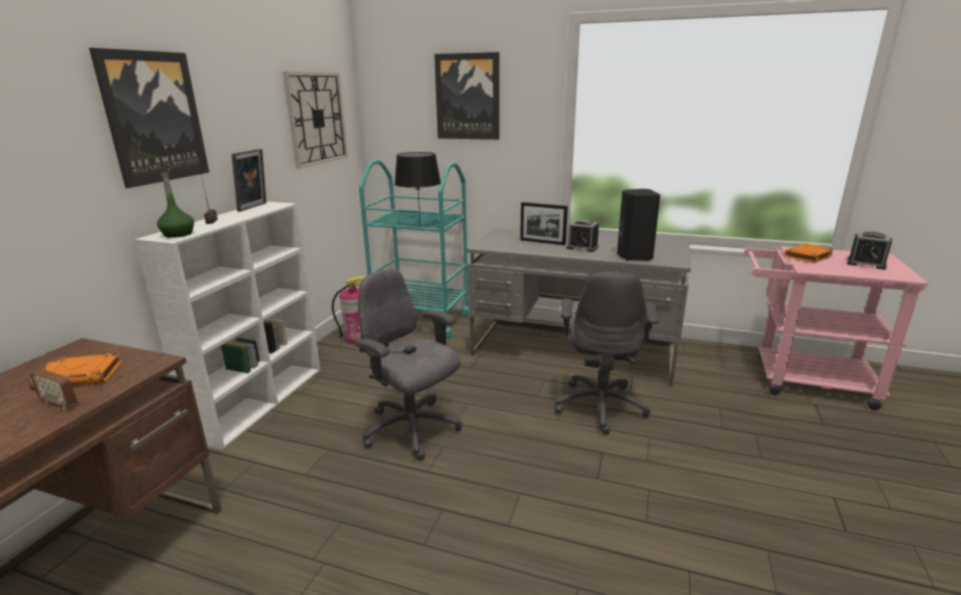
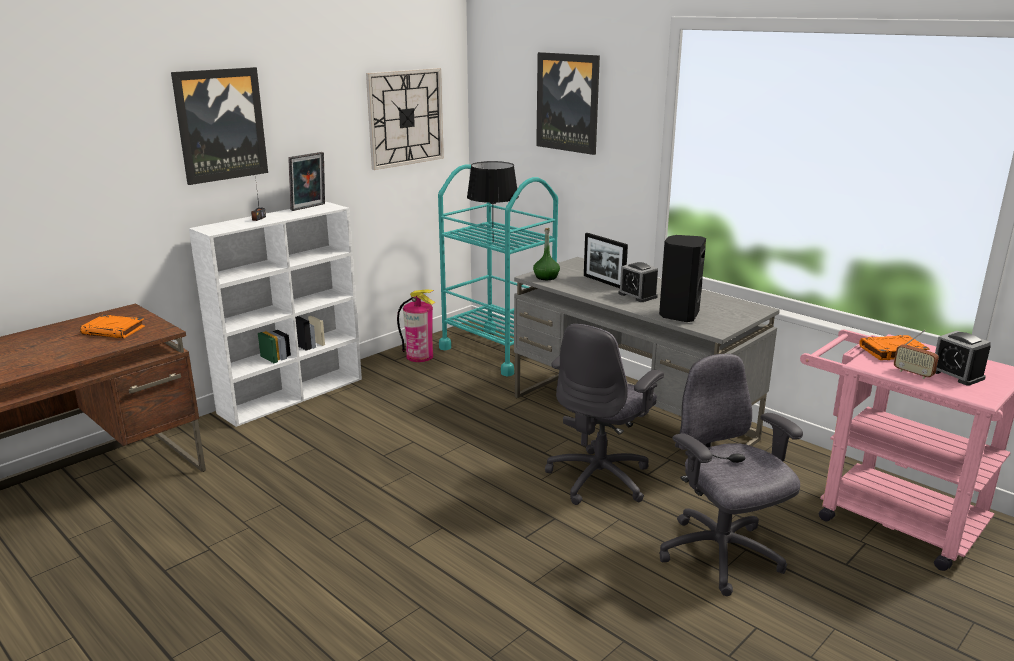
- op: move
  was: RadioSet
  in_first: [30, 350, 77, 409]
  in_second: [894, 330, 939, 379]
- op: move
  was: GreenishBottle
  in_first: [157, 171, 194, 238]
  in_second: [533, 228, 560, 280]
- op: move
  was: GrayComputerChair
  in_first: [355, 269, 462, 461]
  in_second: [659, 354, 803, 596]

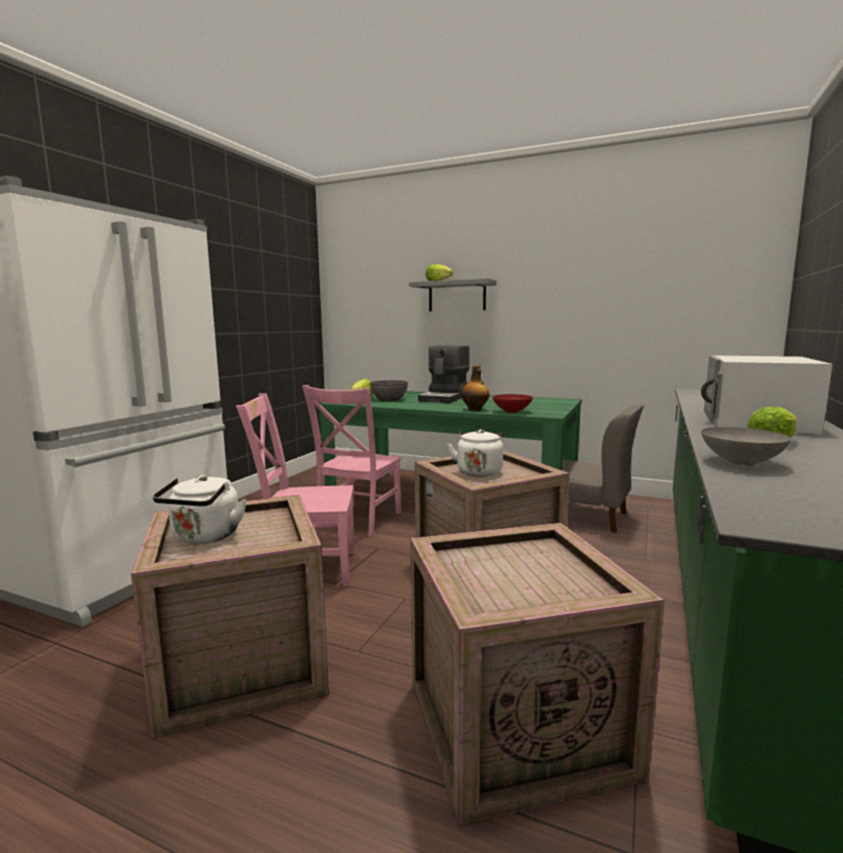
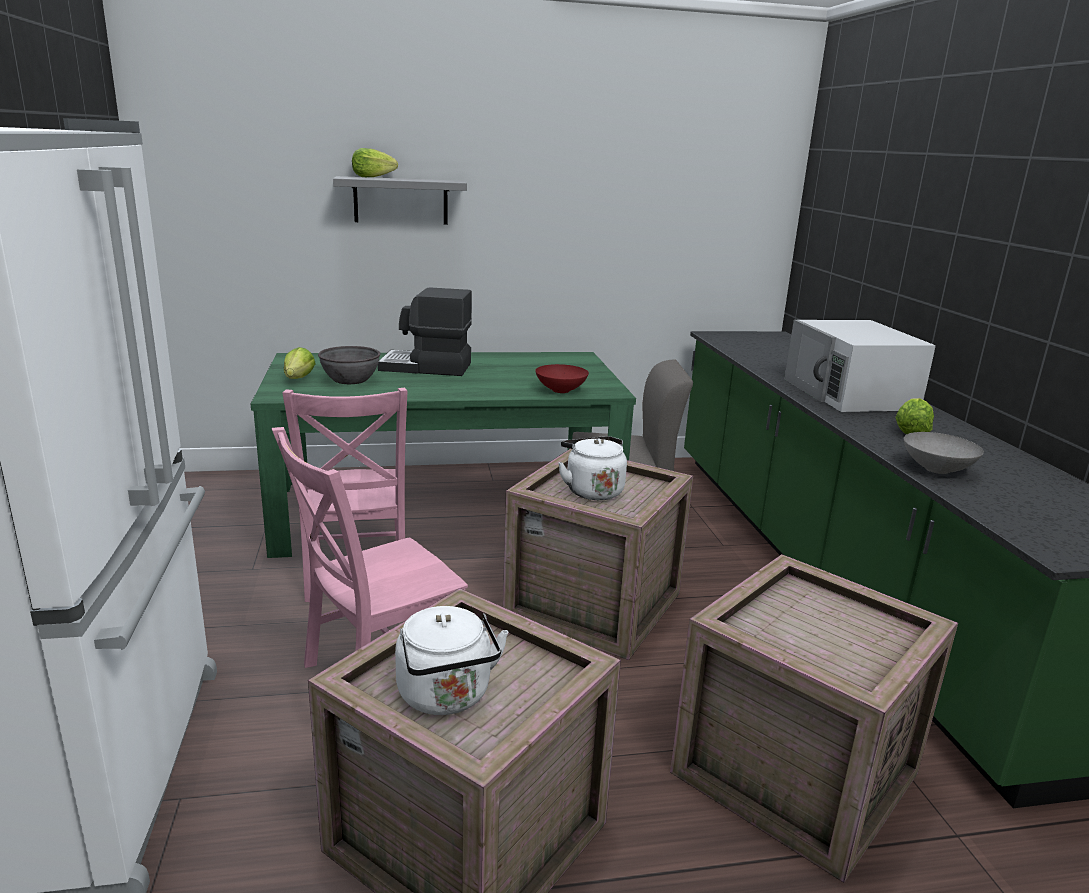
- op: rotate
  was: CoffeeMaker
  in_first: [418, 345, 470, 403]
  in_second: [378, 287, 472, 376]
  clockwise: 105
- op: delete
  was: Bottle
  in_first: [462, 365, 489, 411]

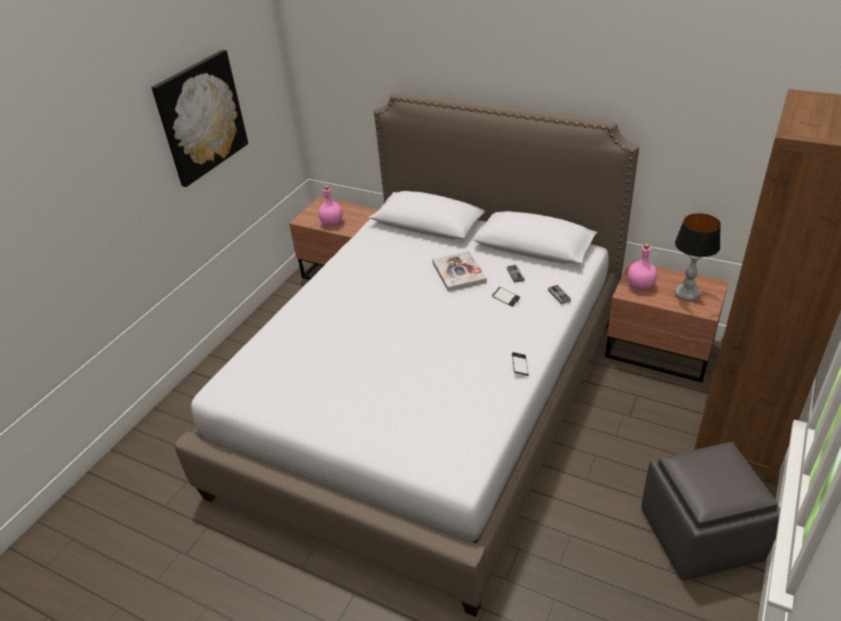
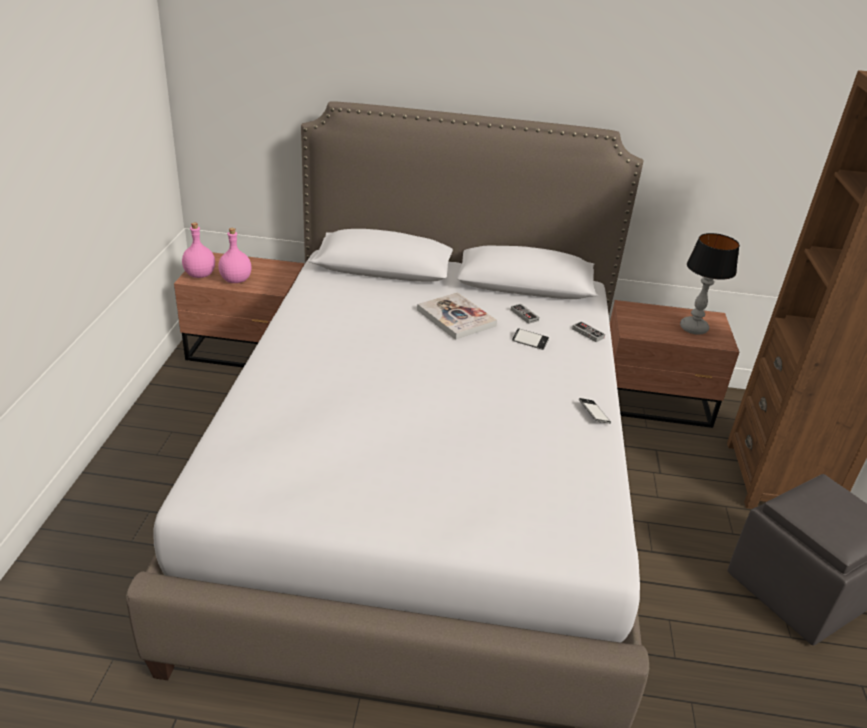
- op: delete
  was: WallPicture
  in_first: [151, 50, 248, 187]
- op: move
  was: PinkishBottle
  in_first: [627, 243, 657, 290]
  in_second: [182, 223, 215, 278]

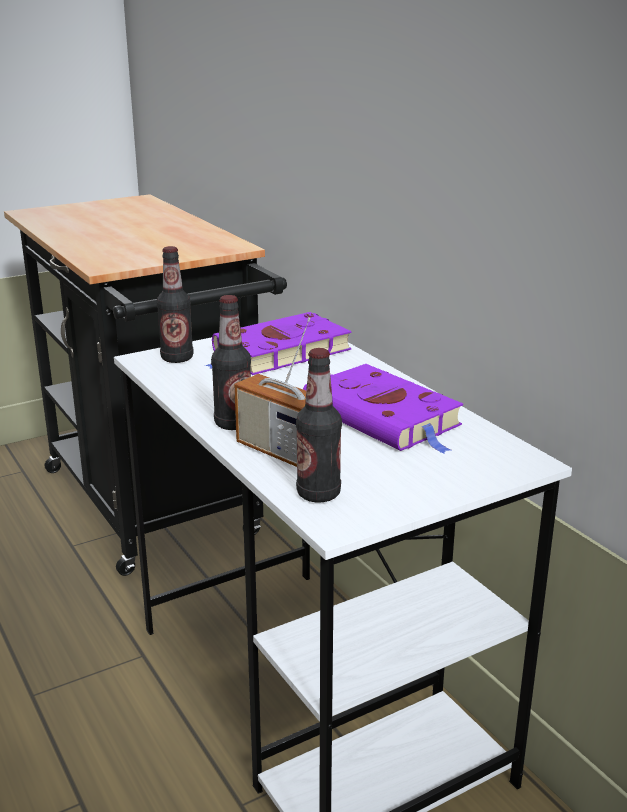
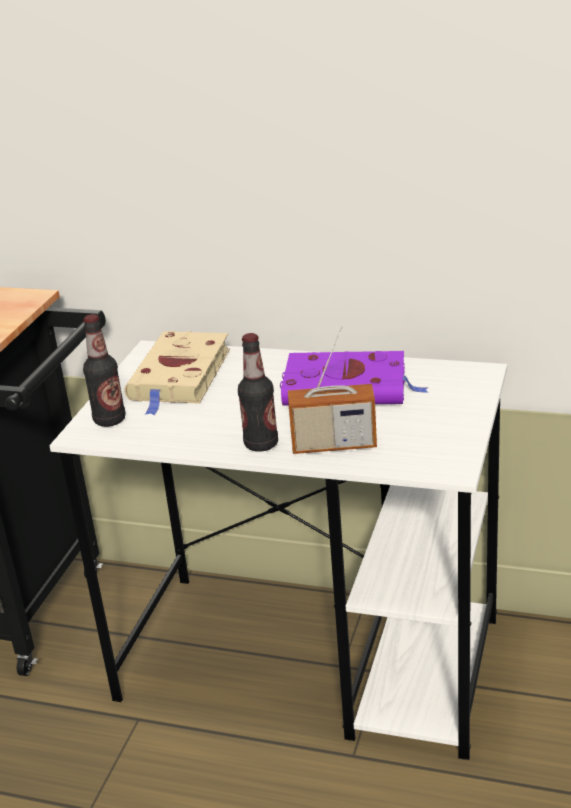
- op: recolor
  was: PurpleBoundBook
  now: BeigeBoundBook
  in_first: [205, 312, 352, 375]
  in_second: [124, 331, 230, 415]
- op: delete
  was: Bottle
  in_first: [296, 348, 342, 503]

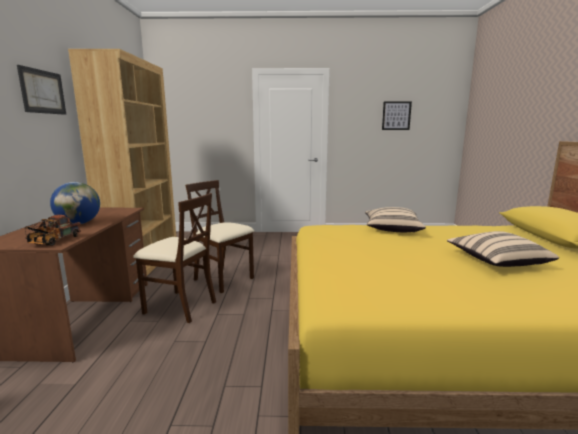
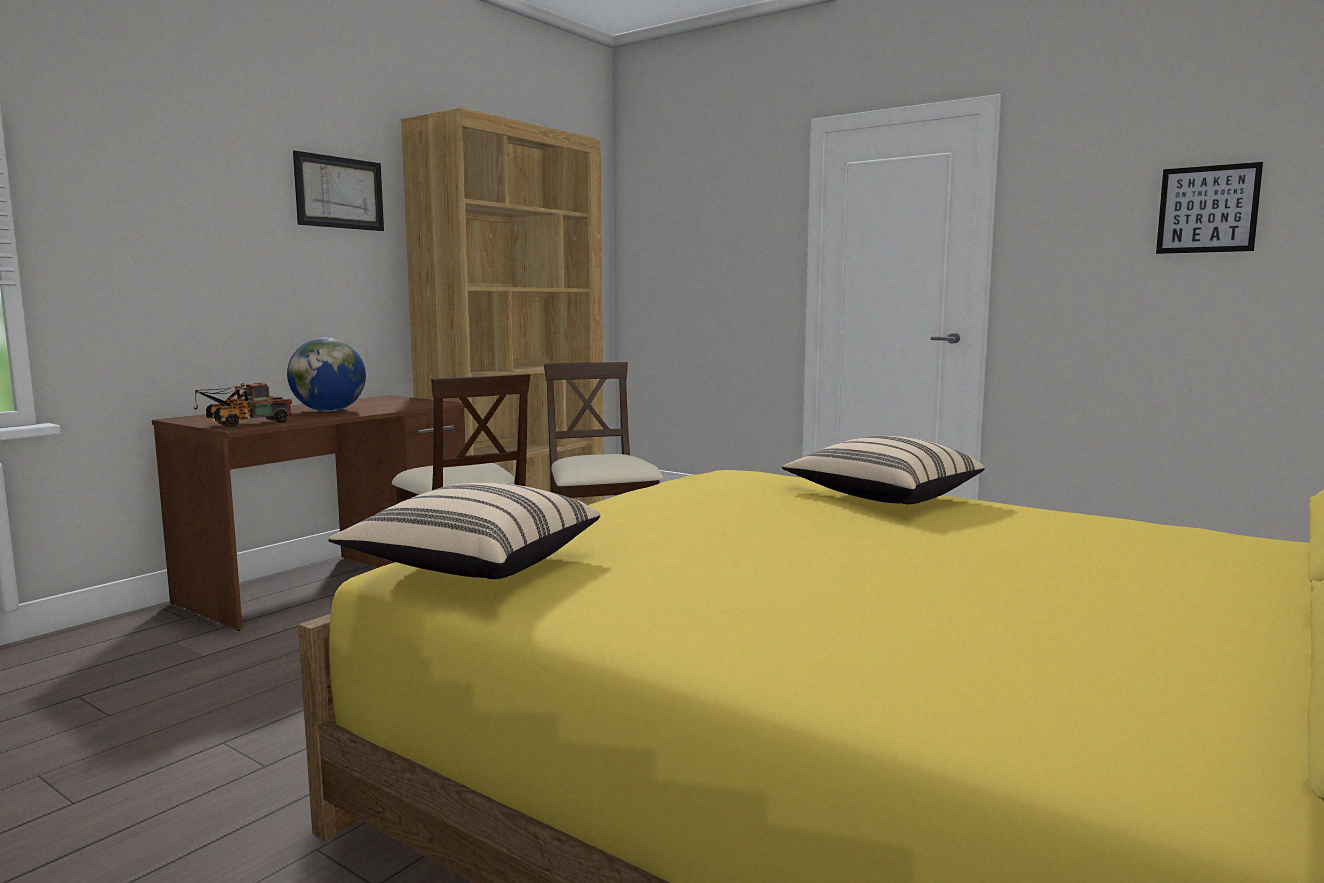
- op: move
  was: BeigeCushion
  in_first: [447, 231, 559, 267]
  in_second: [328, 483, 600, 579]

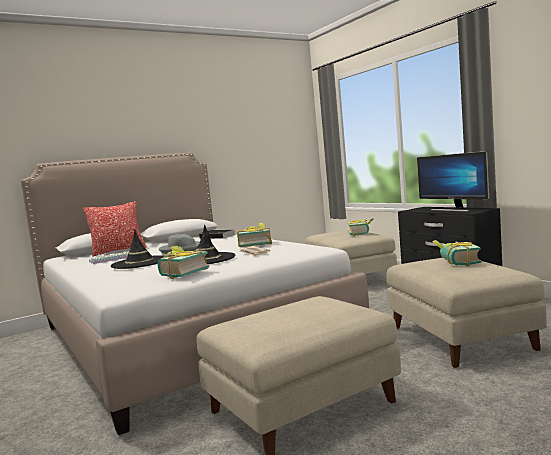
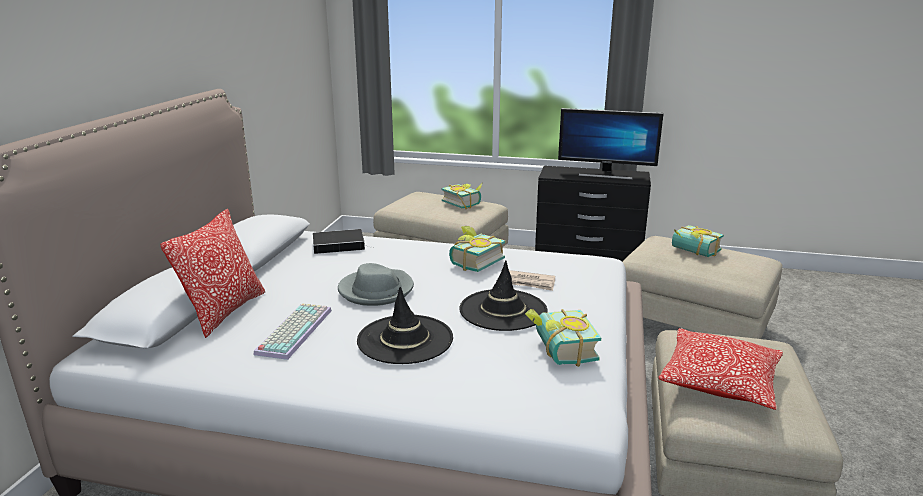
- op: insert
  now: Cushion
  in_second: [658, 328, 783, 410]

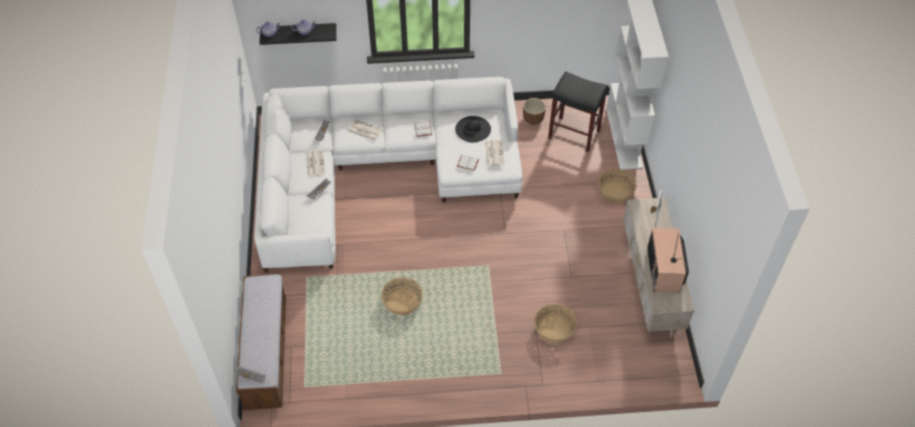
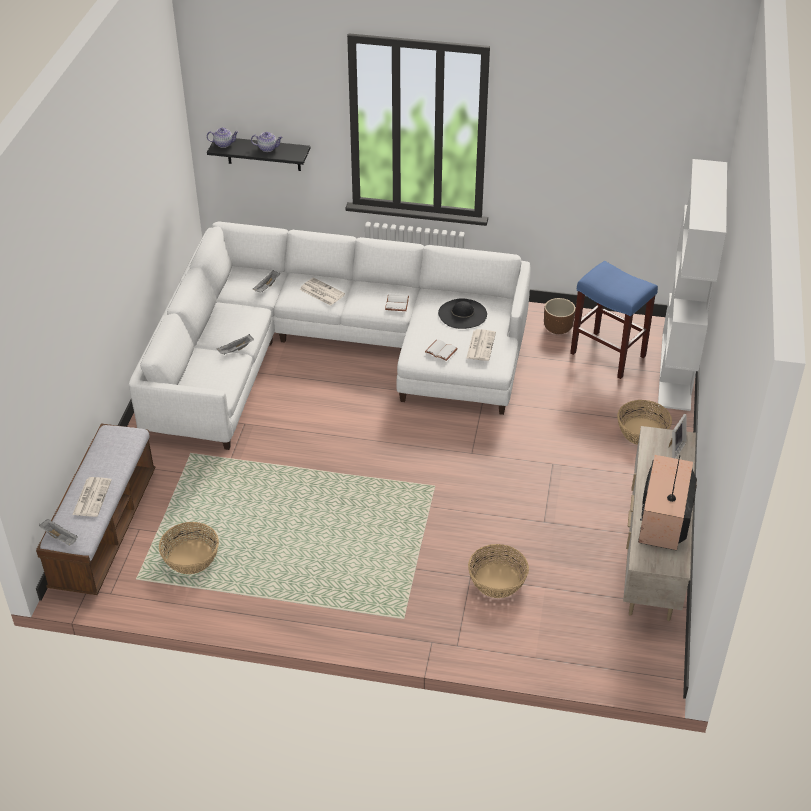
- op: move
  was: PrintedPaper
  in_first: [306, 149, 325, 177]
  in_second: [72, 477, 112, 517]
- op: move
  was: StorageBasket
  in_first: [381, 277, 423, 315]
  in_second: [159, 522, 219, 574]
- op: recolor
  was: BlackColouredStool
  now: BlueColouredStool
  in_first: [548, 71, 609, 153]
  in_second: [570, 261, 658, 379]

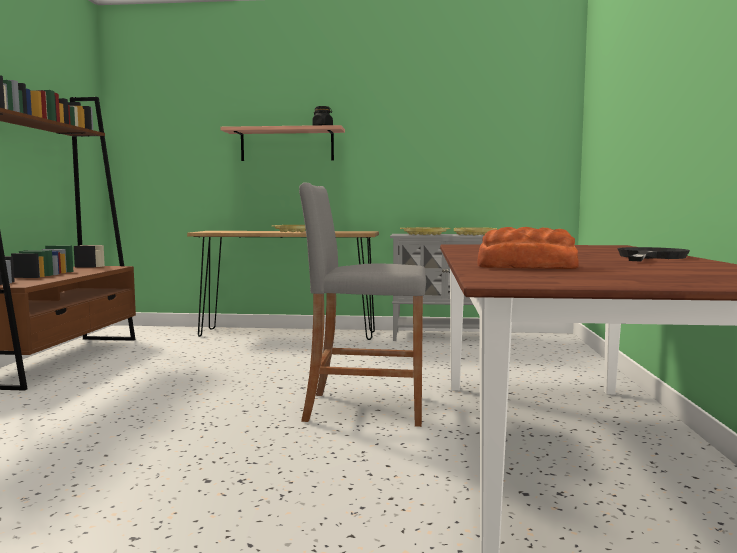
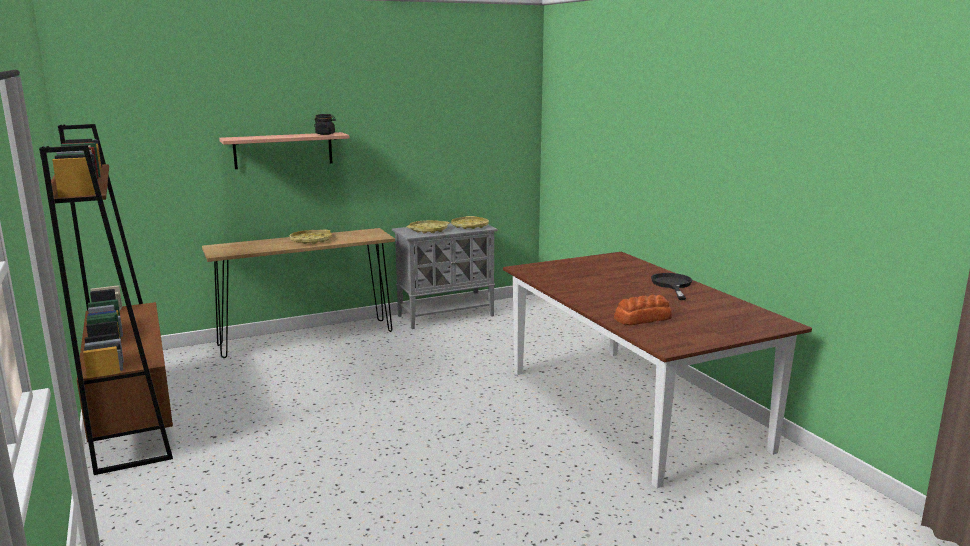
- op: delete
  was: GrayStool
  in_first: [299, 182, 426, 427]

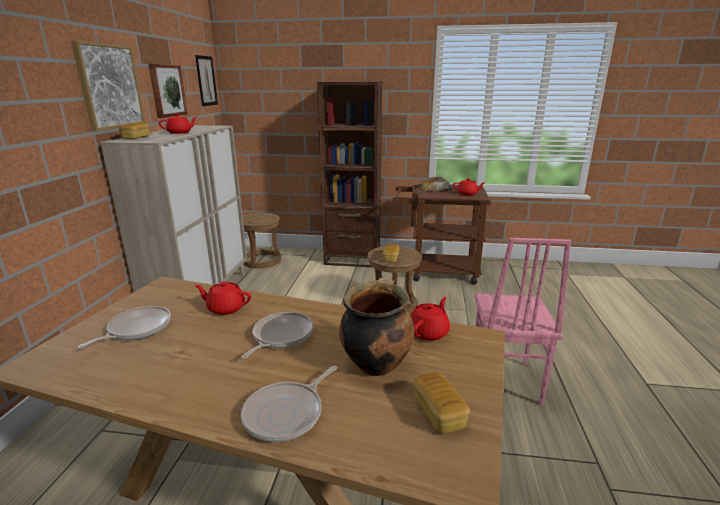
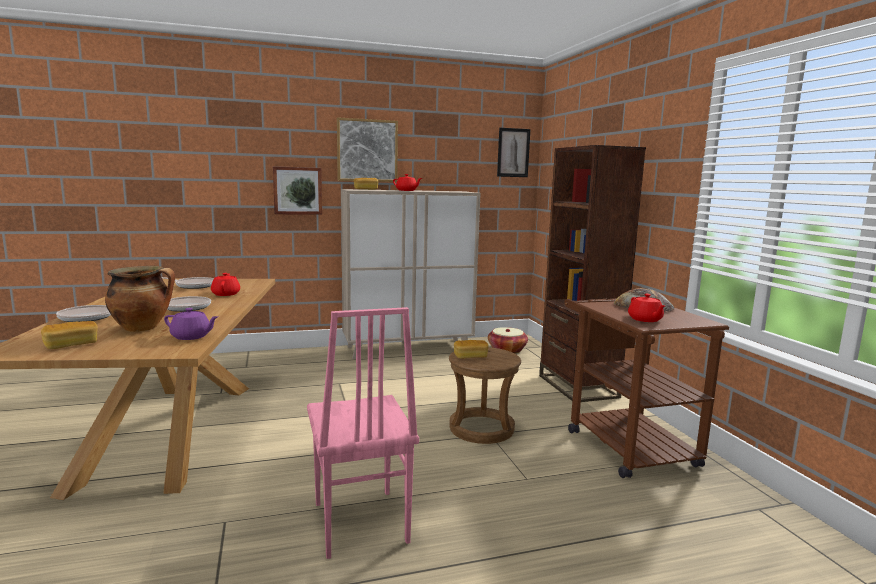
- op: move
  was: WallPicture
  in_first: [149, 64, 188, 118]
  in_second: [273, 166, 322, 215]
- op: replace
  was: BrownishStool
  now: StorageBasket
  in_first: [243, 213, 281, 268]
  in_second: [488, 327, 528, 353]
- op: recolor
  was: RedTeaPot
  now: PurpleTeaPot
  in_first: [410, 297, 450, 341]
  in_second: [164, 308, 218, 340]
- op: rotate
  was: PinkishChair
  in_first: [474, 238, 571, 406]
  in_second: [307, 307, 419, 559]
  clockwise: -90

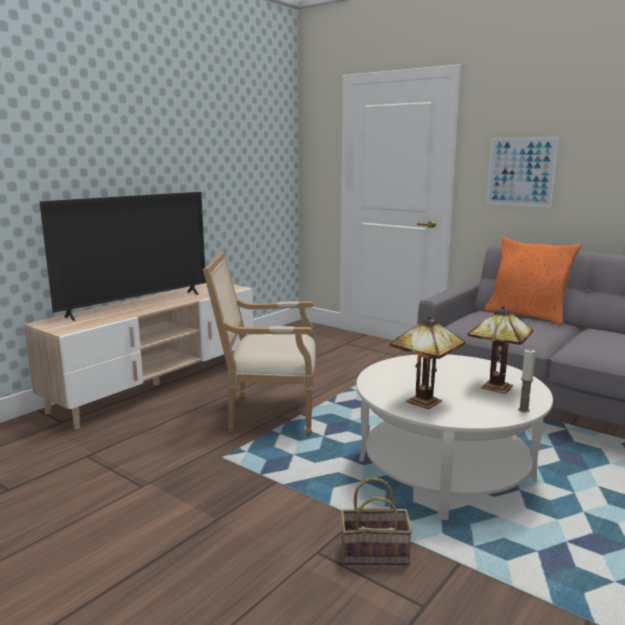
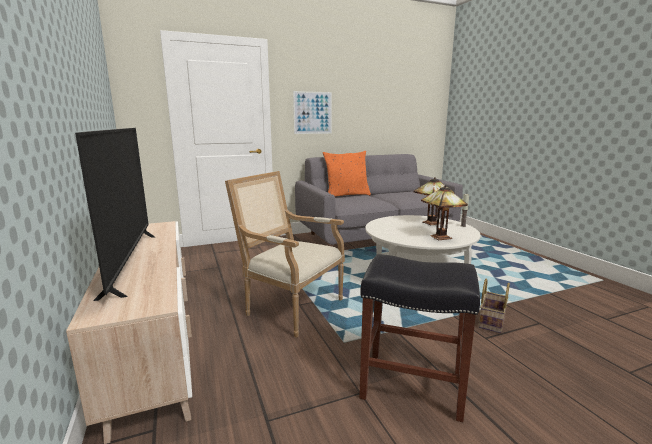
- op: rotate
  was: EasyChair
  in_first: [203, 252, 316, 436]
  in_second: [225, 171, 345, 338]
  clockwise: 90
- op: insert
  now: BlackColouredStool
  in_second: [359, 254, 480, 422]

